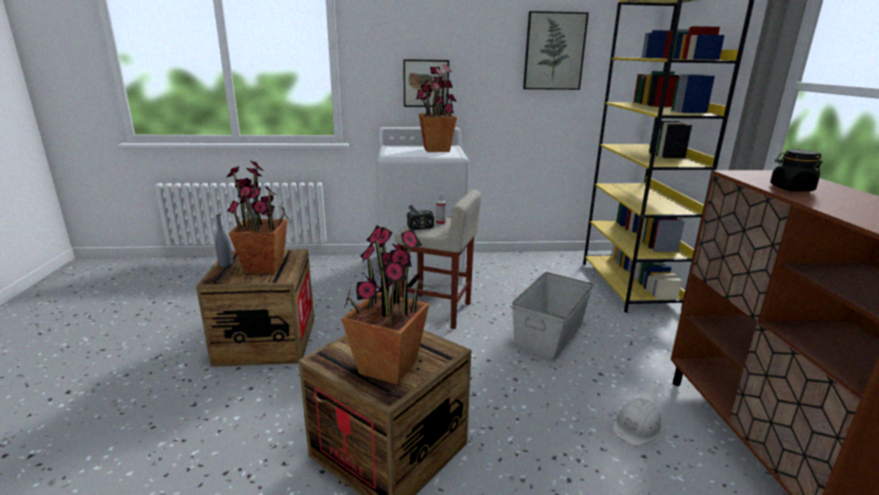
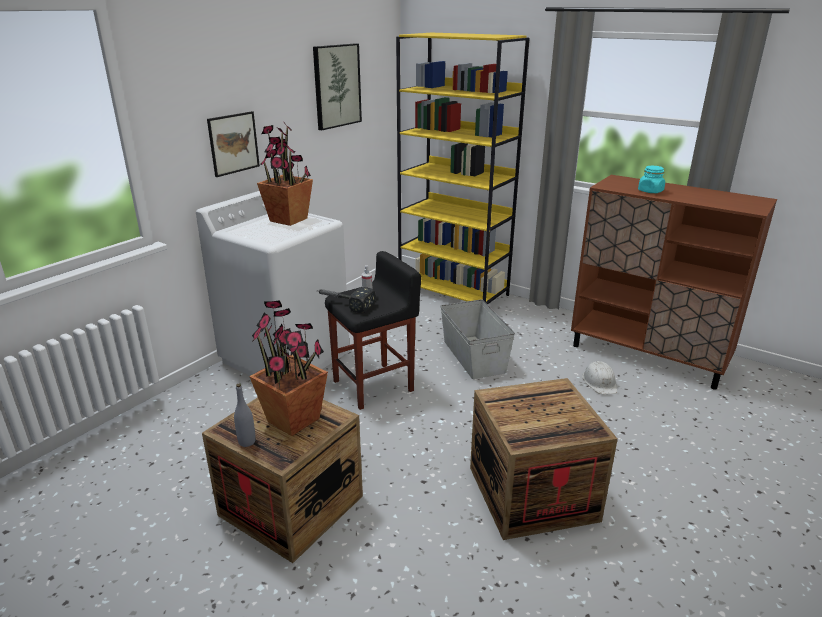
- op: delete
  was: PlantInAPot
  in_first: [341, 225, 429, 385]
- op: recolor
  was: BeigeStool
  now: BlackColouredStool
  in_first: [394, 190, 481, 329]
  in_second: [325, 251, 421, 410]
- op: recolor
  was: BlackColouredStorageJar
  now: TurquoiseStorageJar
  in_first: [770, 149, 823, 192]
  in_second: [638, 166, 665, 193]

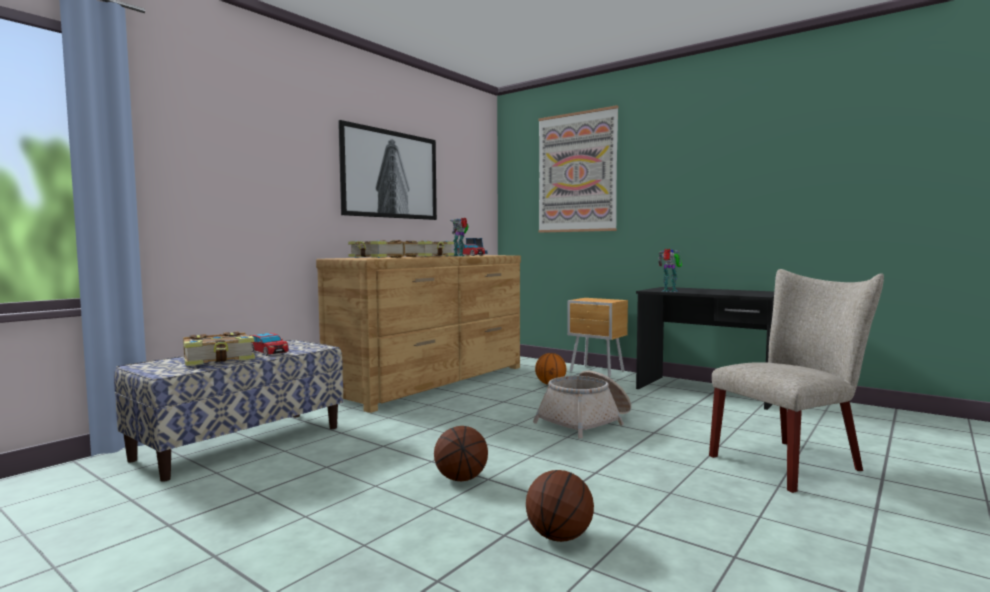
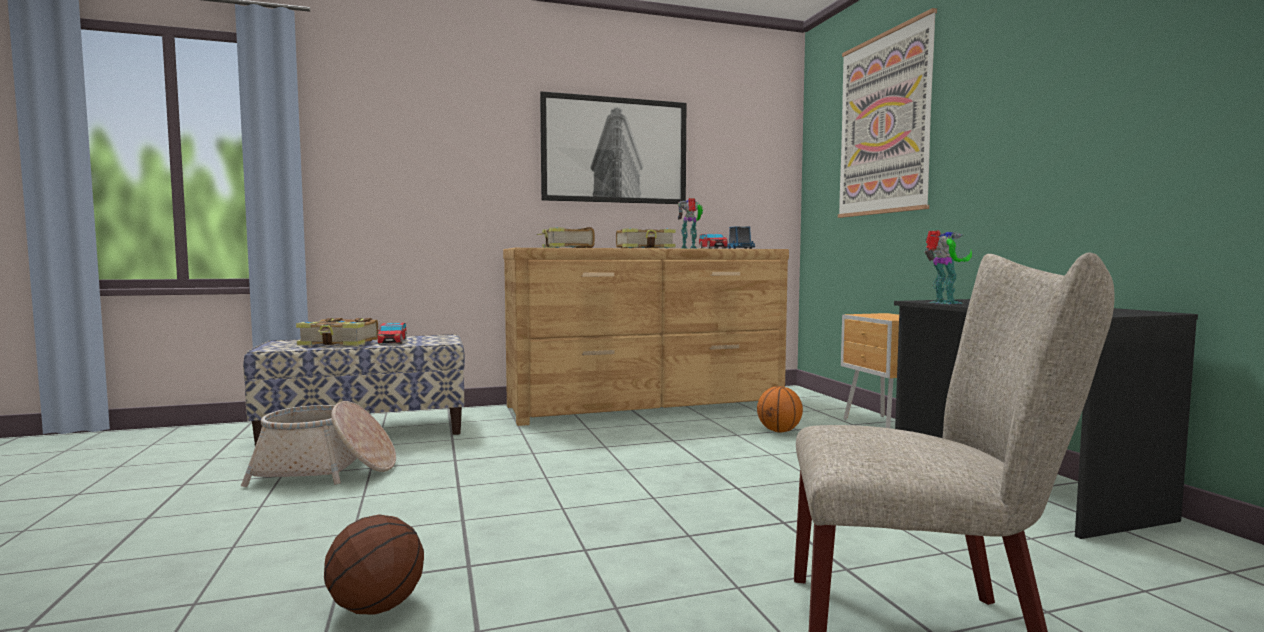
- op: delete
  was: BasketballBall
  in_first: [434, 426, 488, 481]
- op: move
  was: StorageBasket
  in_first: [533, 371, 631, 439]
  in_second: [241, 401, 396, 487]

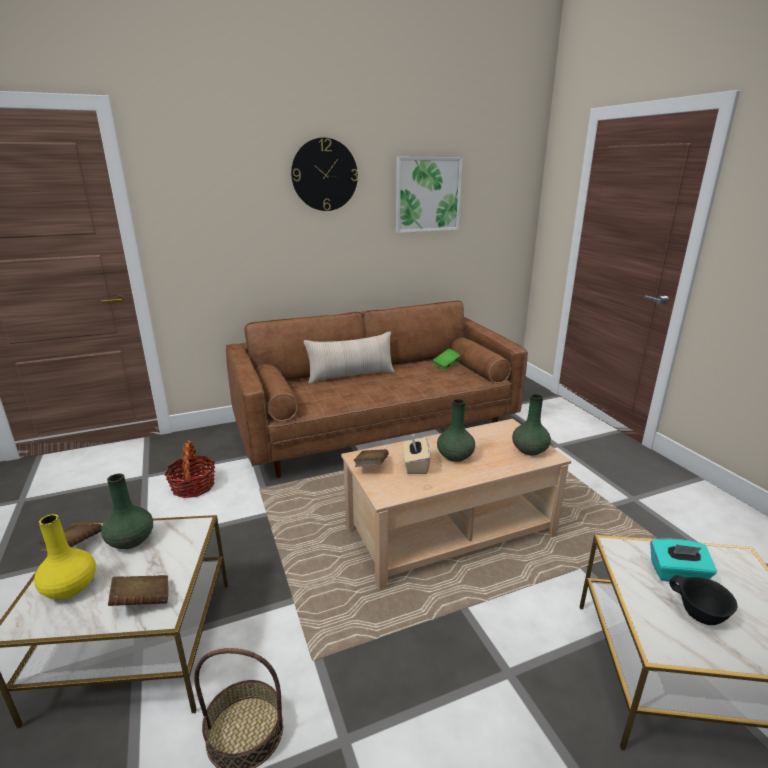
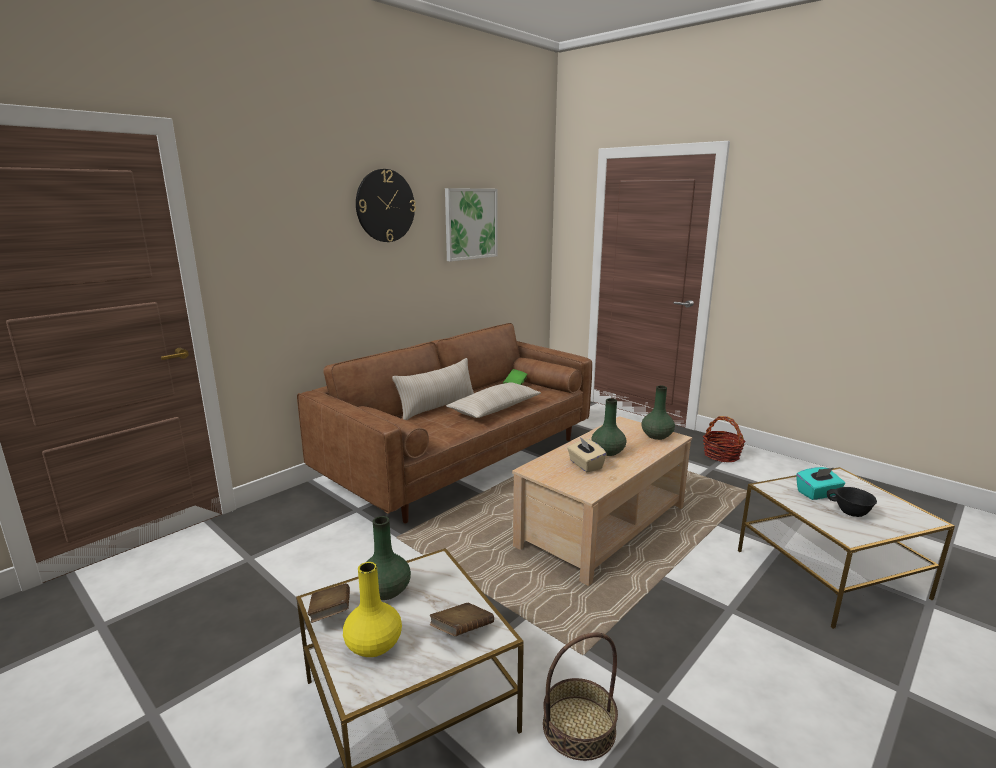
- op: move
  was: StorageBasket
  in_first: [164, 440, 215, 498]
  in_second: [703, 416, 746, 462]
- op: delete
  was: BrownishBoundBook
  in_first: [354, 449, 389, 467]
- op: insert
  now: BeigeCushion
  in_second: [446, 382, 541, 418]

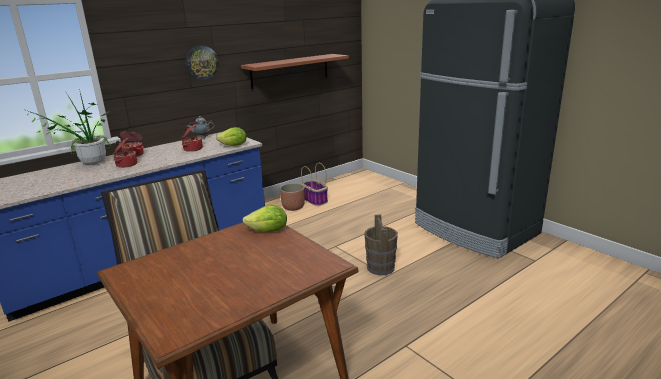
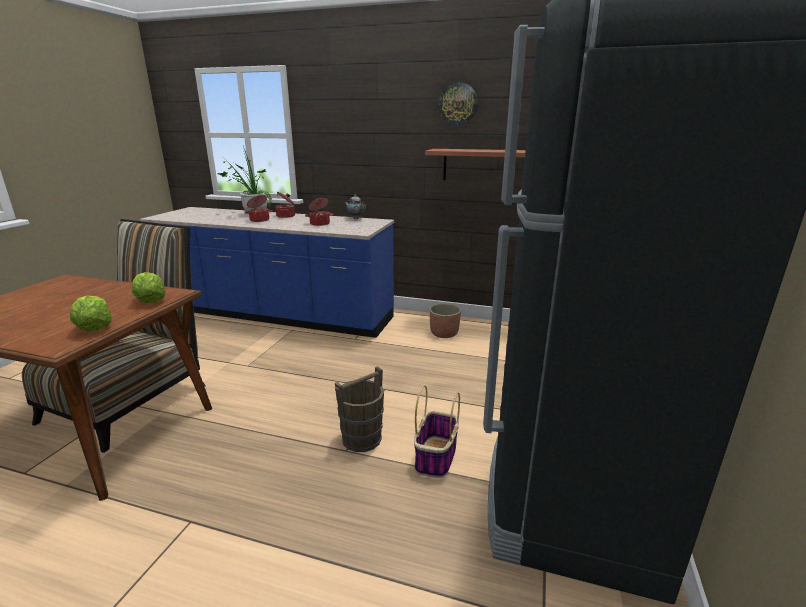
- op: move
  was: WallClock
  in_first: [186, 45, 219, 80]
  in_second: [438, 82, 478, 125]
- op: move
  was: LettuceHead
  in_first: [216, 127, 246, 146]
  in_second: [70, 295, 112, 331]
- op: move
  was: StorageBasket
  in_first: [301, 163, 328, 206]
  in_second: [414, 385, 460, 478]

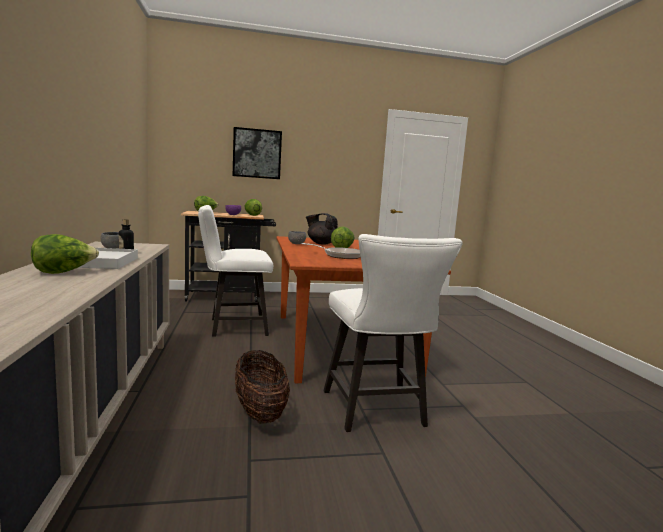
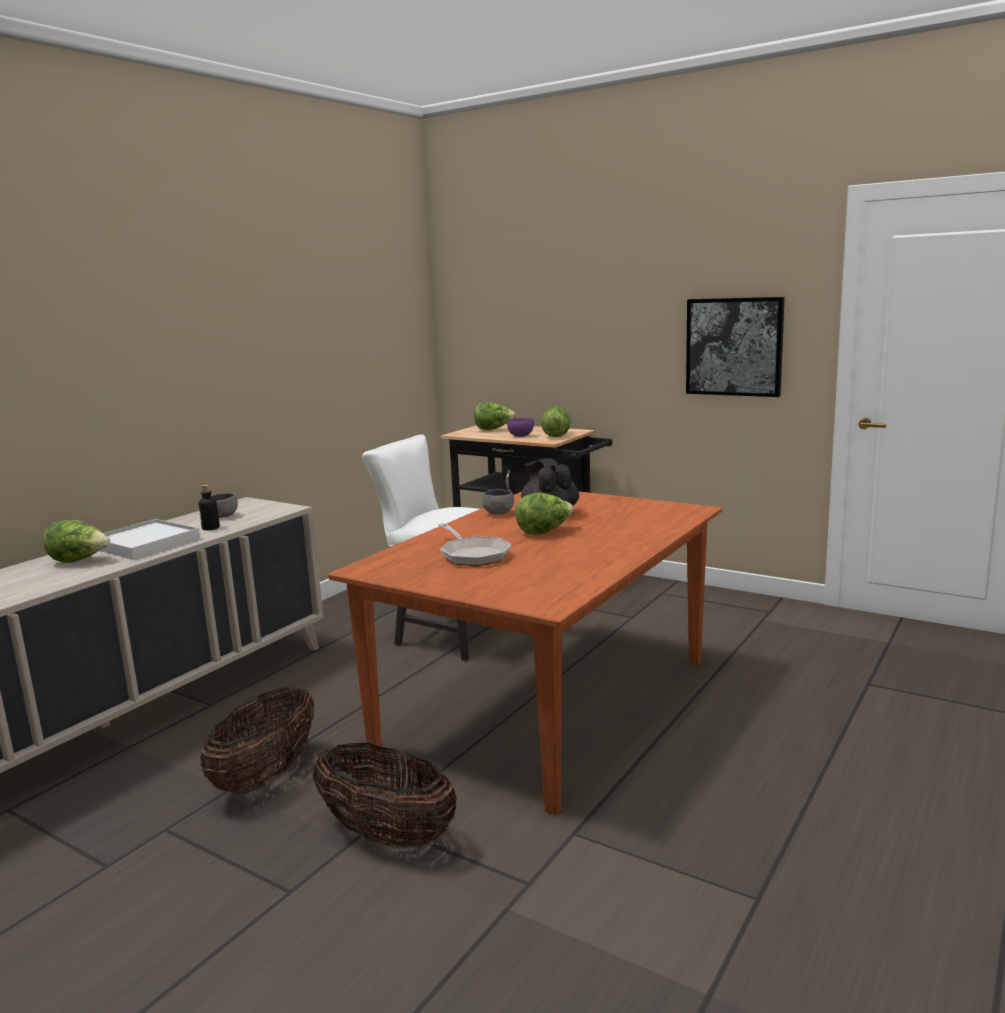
- op: move
  was: WallPicture
  in_first: [233, 127, 282, 179]
  in_second: [686, 297, 785, 397]
- op: replace
  was: WhiteColouredChair
  now: StorageBasket
  in_first: [324, 234, 463, 432]
  in_second: [313, 743, 457, 848]

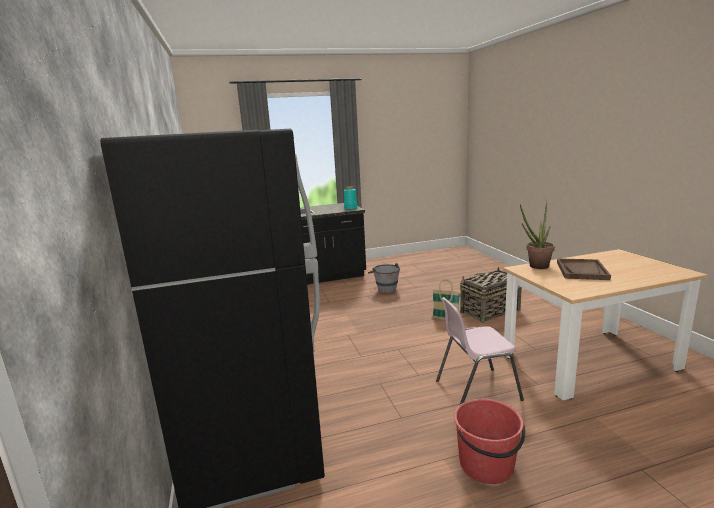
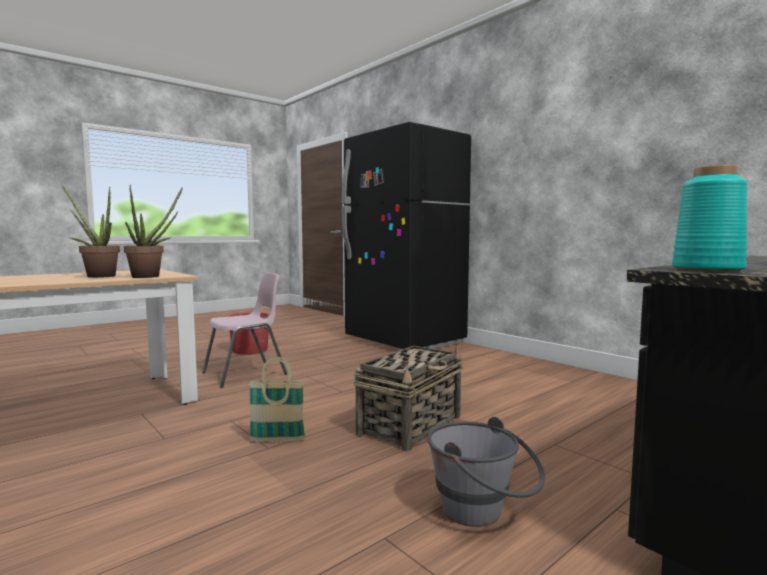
- op: move
  was: StorageBasket
  in_first: [460, 266, 522, 323]
  in_second: [353, 346, 463, 451]
- op: replace
  was: BrownishServingTray
  now: PlantInAPot
  in_first: [557, 258, 611, 280]
  in_second: [62, 185, 120, 278]

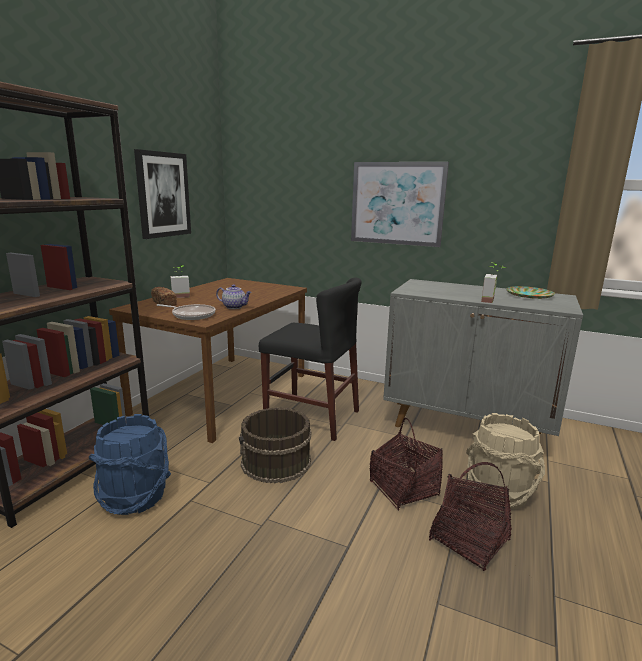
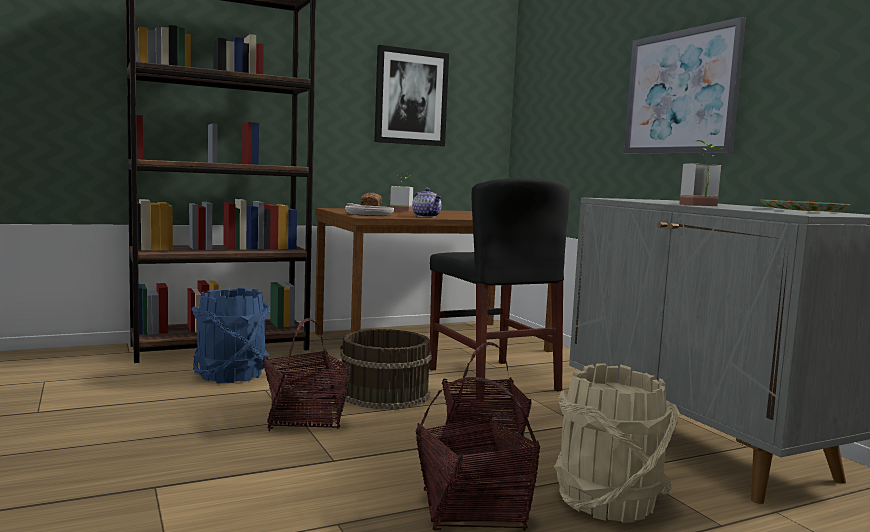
- op: insert
  now: StorageBasket
  in_second: [263, 318, 351, 431]

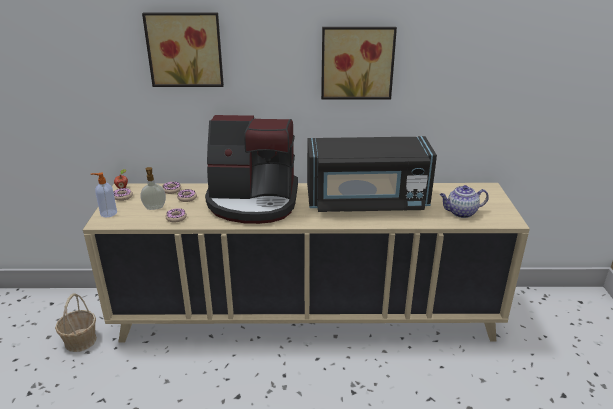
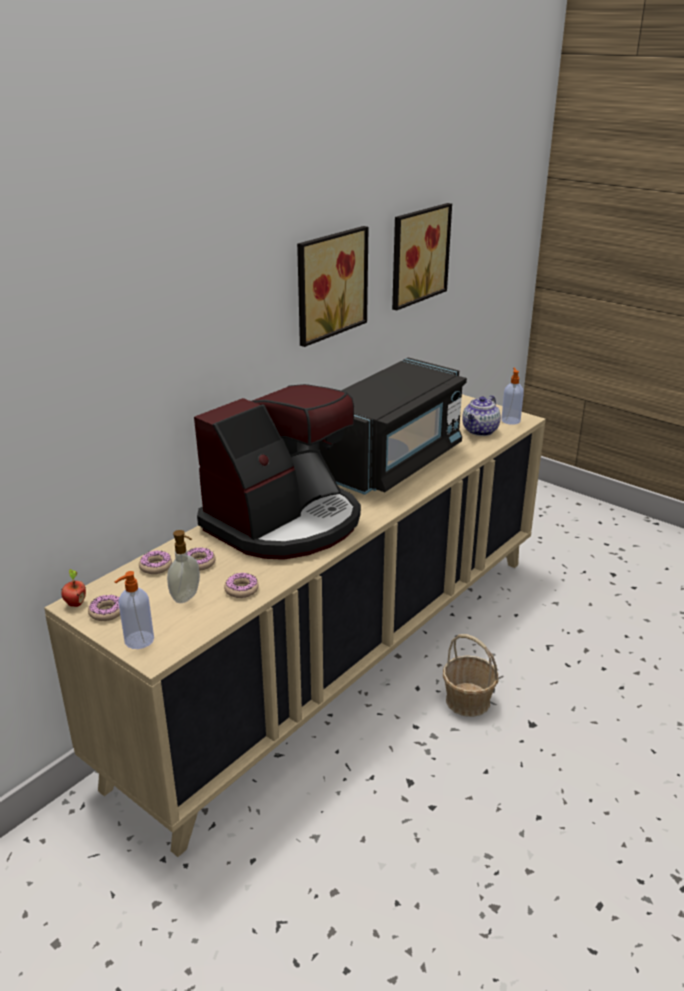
- op: move
  was: StorageBasket
  in_first: [55, 293, 97, 352]
  in_second: [443, 634, 498, 717]
- op: move
  was: WallPicture
  in_first: [142, 12, 224, 87]
  in_second: [392, 203, 452, 310]
- op: insert
  now: LiquidSoapBottle
  in_second: [501, 367, 524, 425]

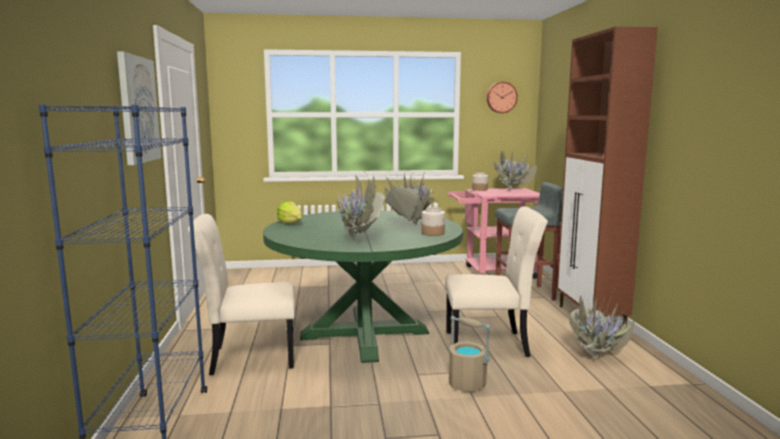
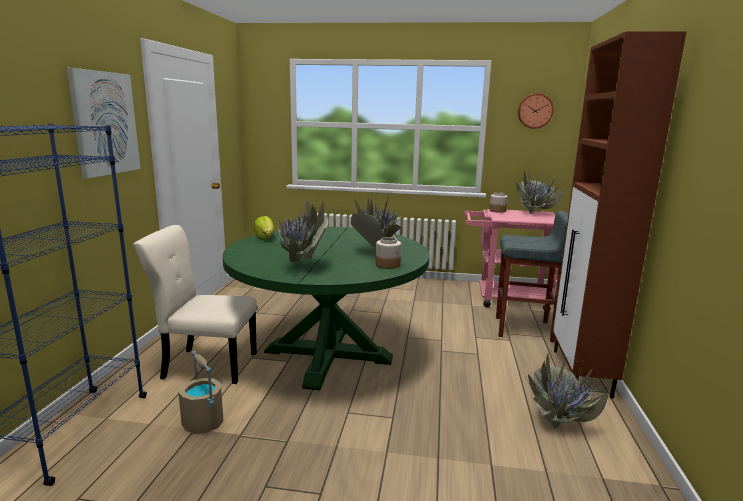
- op: delete
  was: BeigeChair
  in_first: [445, 206, 548, 357]
- op: move
  was: BeigePail
  in_first: [449, 316, 490, 392]
  in_second: [178, 350, 223, 434]

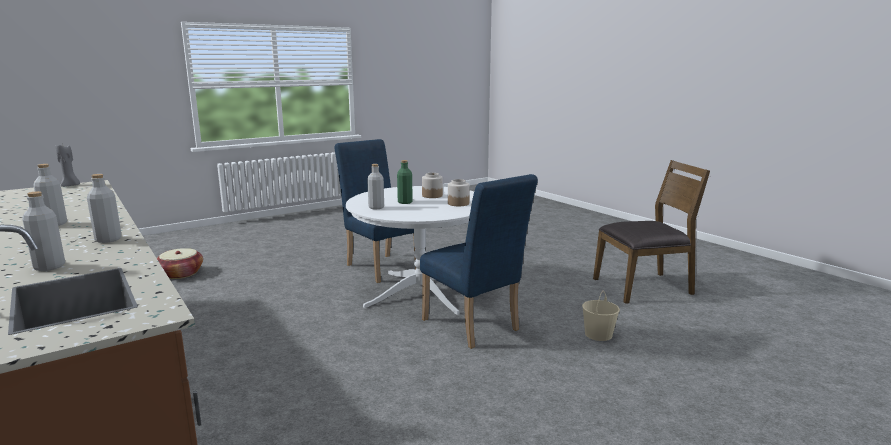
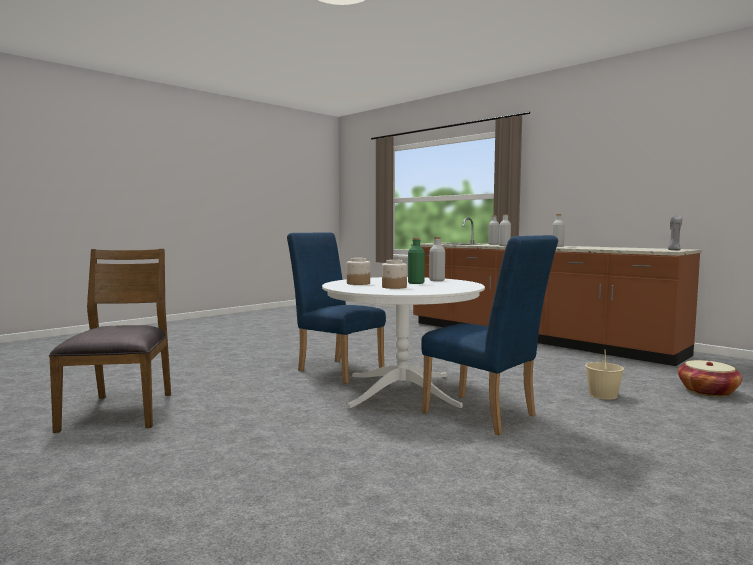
- op: move
  was: BeigePail
  in_first: [582, 290, 620, 341]
  in_second: [585, 349, 624, 400]
- op: rotate
  was: BrownishChair
  in_first: [593, 160, 710, 304]
  in_second: [49, 249, 171, 433]
  clockwise: 105

